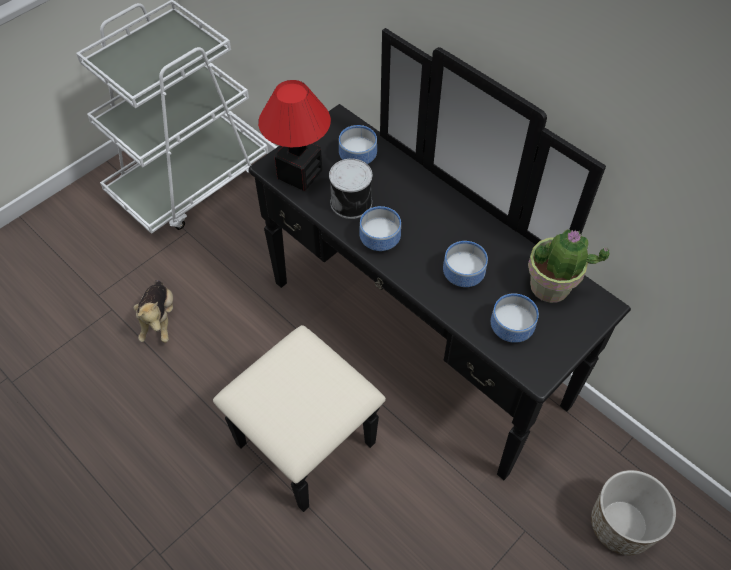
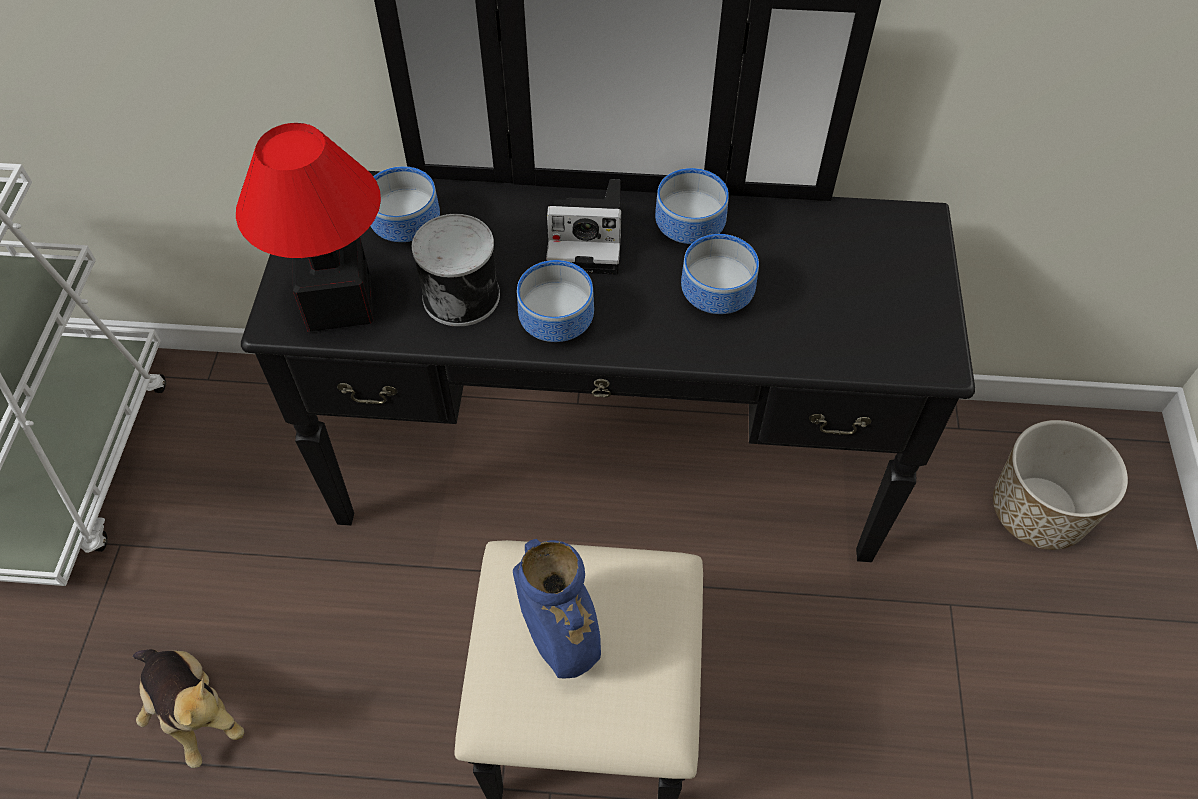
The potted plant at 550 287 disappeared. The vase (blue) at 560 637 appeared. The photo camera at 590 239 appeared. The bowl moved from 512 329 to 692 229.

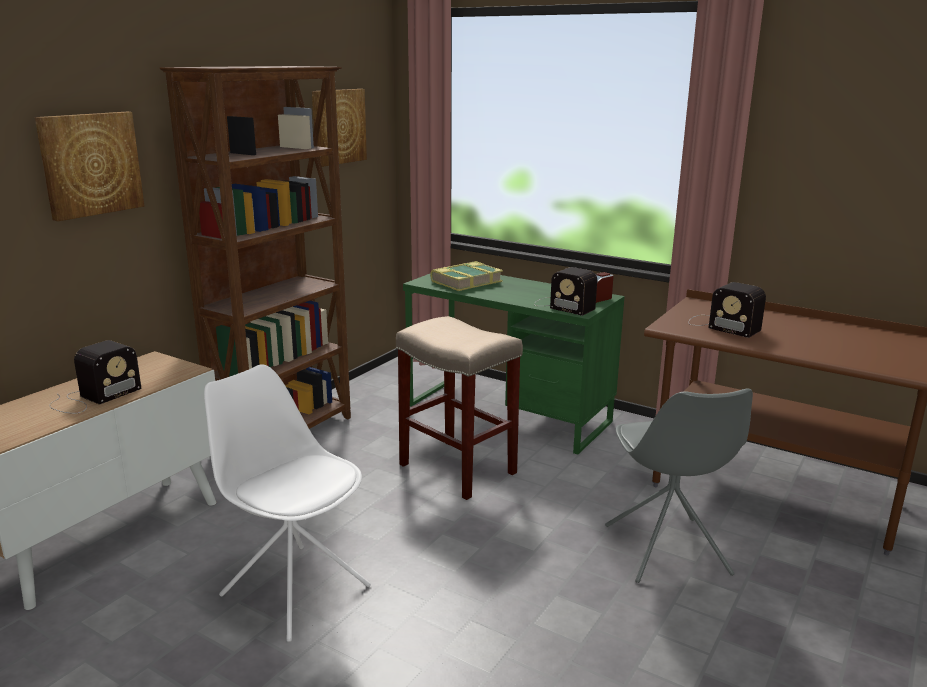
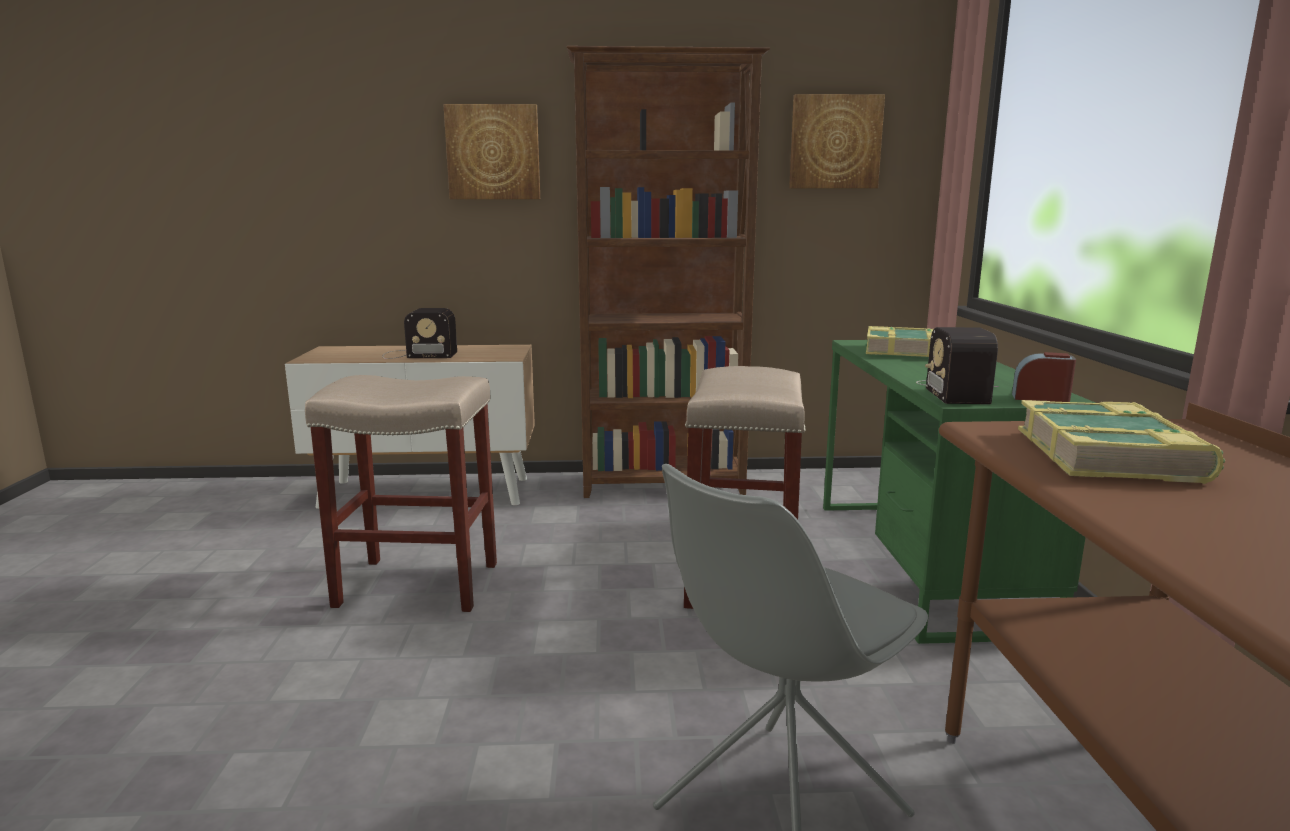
The chair (white) at 294 589 was replaced by the stool (beige) at 420 584. The radio at 721 325 was replaced by the book at 1109 455.

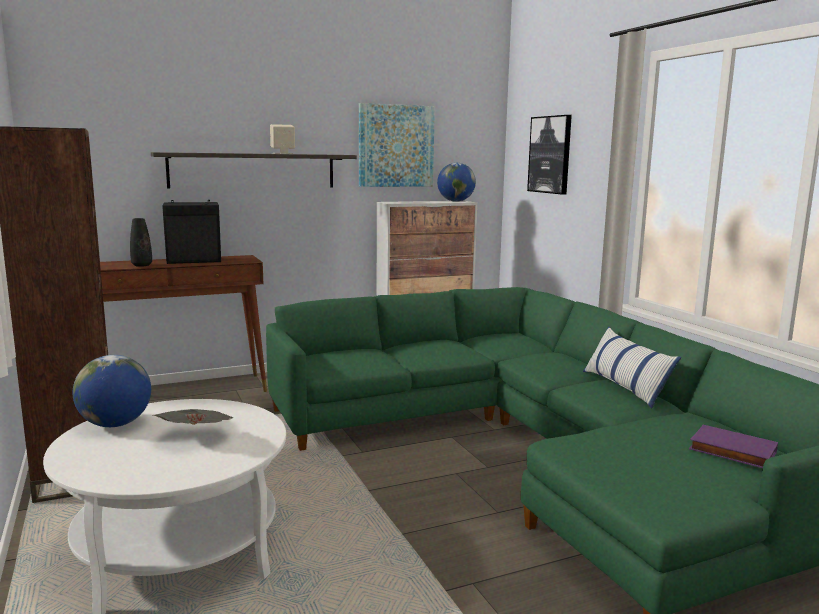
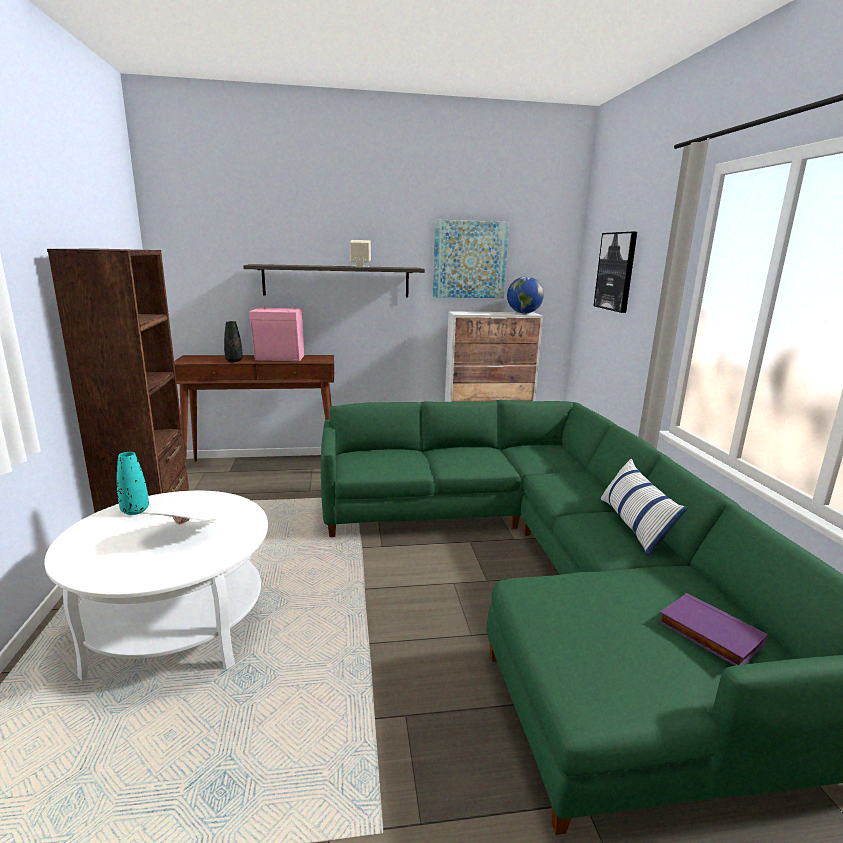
The globe at 115 424 was replaced by the vase (turquoise) at 135 511. The speaker (black) at 195 261 became the speaker (pink) at 280 358.

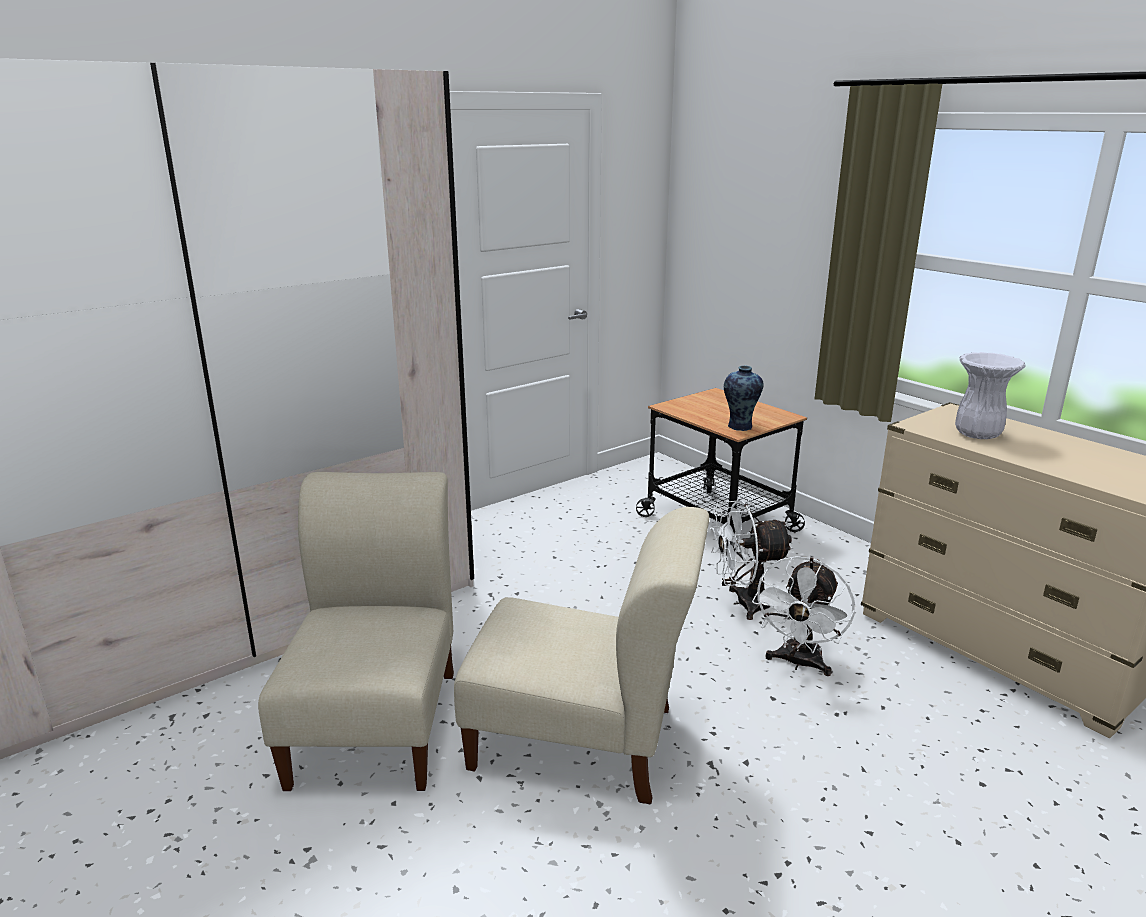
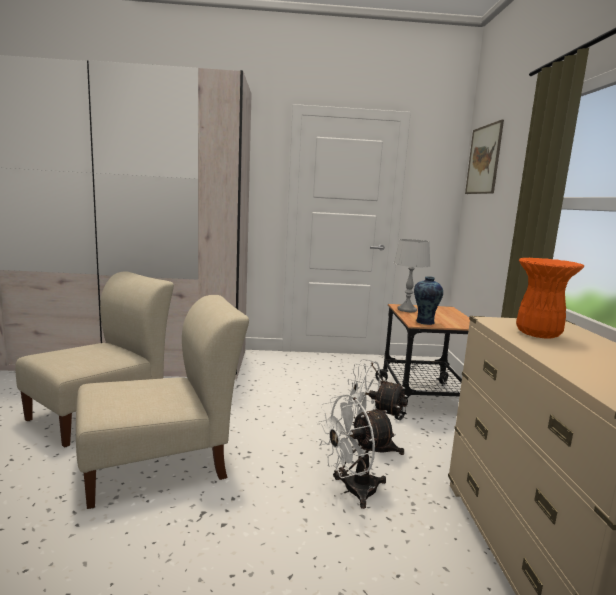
The table lamp (grey) at 407 310 appeared. The picture at 483 160 appeared. The vase (white) at 977 435 became the vase (orange) at 537 335. The chair (beige) at 582 741 turned 75 degrees counterclockwise.

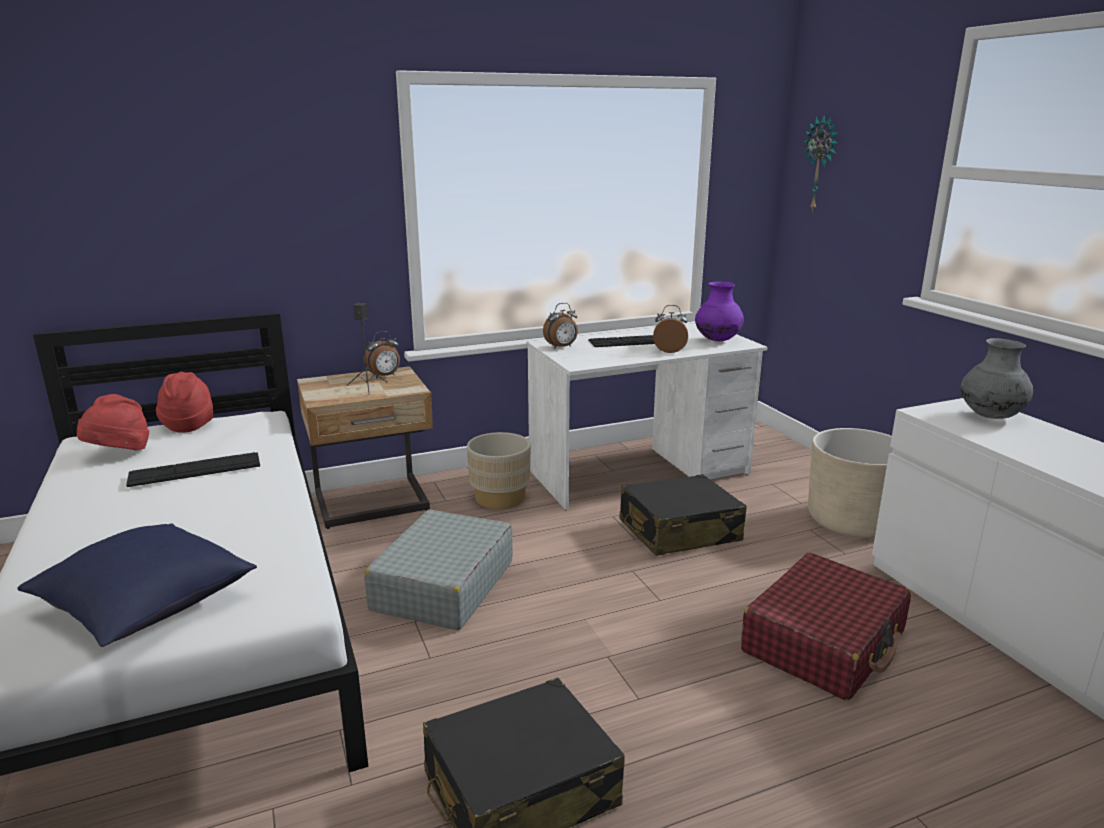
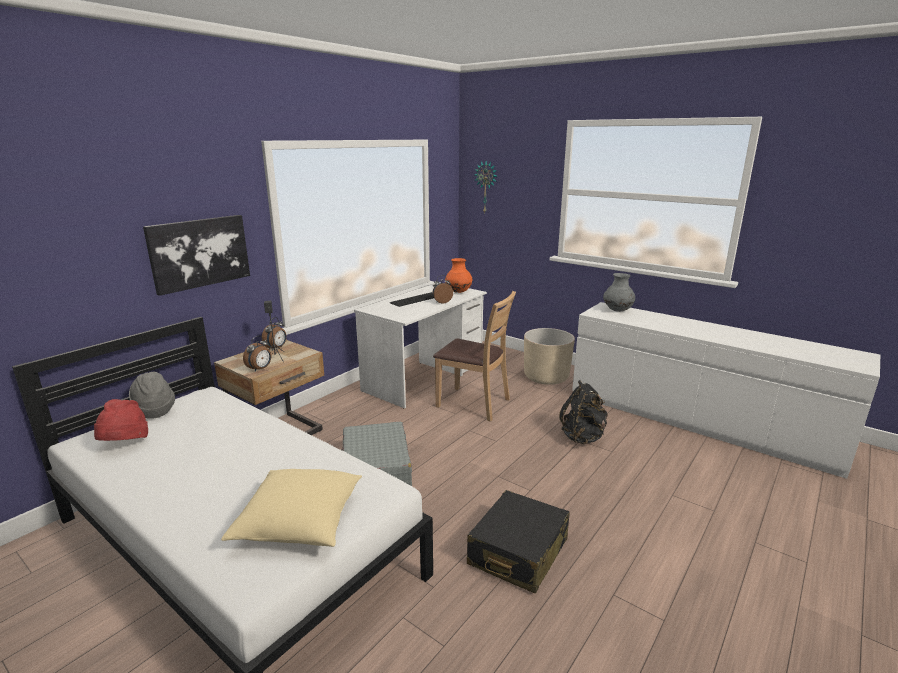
The keyboard at 195 469 disappeared. The planter (beige) at 500 498 disappeared. The picture at 199 252 appeared. The alarm clock moved from 561 347 to 260 369. The suitcase (black) at 679 531 was replaced by the chair (brown) at 474 403. The suitcase (red) at 824 642 was replaced by the backpack (black) at 583 437. The pillow (blue) at 147 607 became the pillow (beige) at 300 524. The hat (red) at 189 425 became the hat (grey) at 154 411. The vase (purple) at 717 340 became the vase (orange) at 458 292.

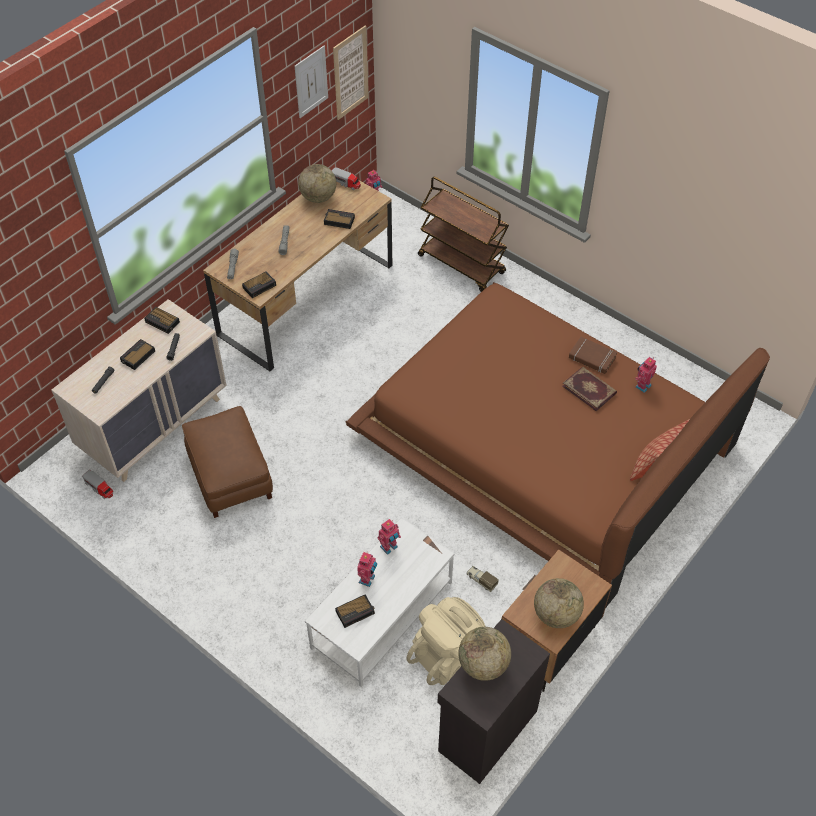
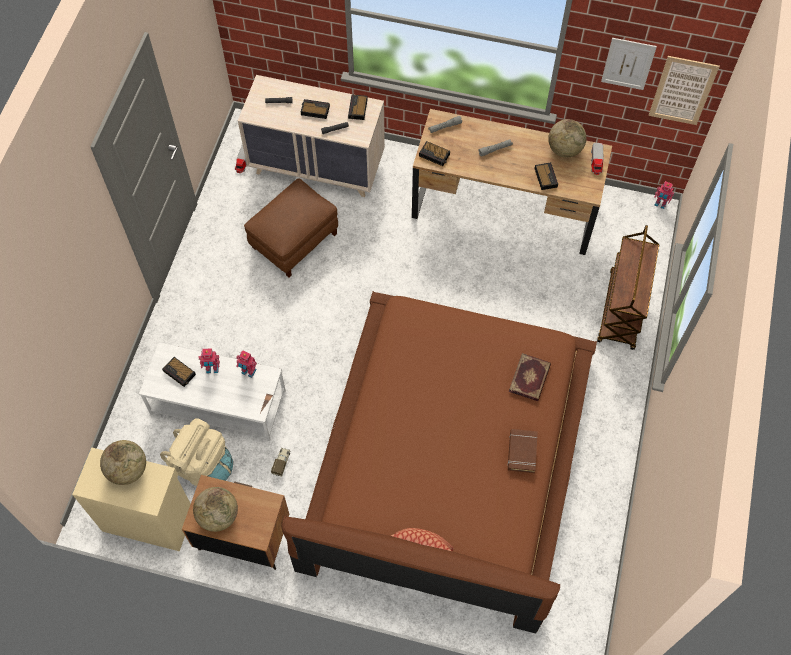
The toy robot at 642 385 disappeared. The book moved from 589 389 to 530 378. The cabinet (black) at 486 730 became the cabinet (beige) at 148 519.

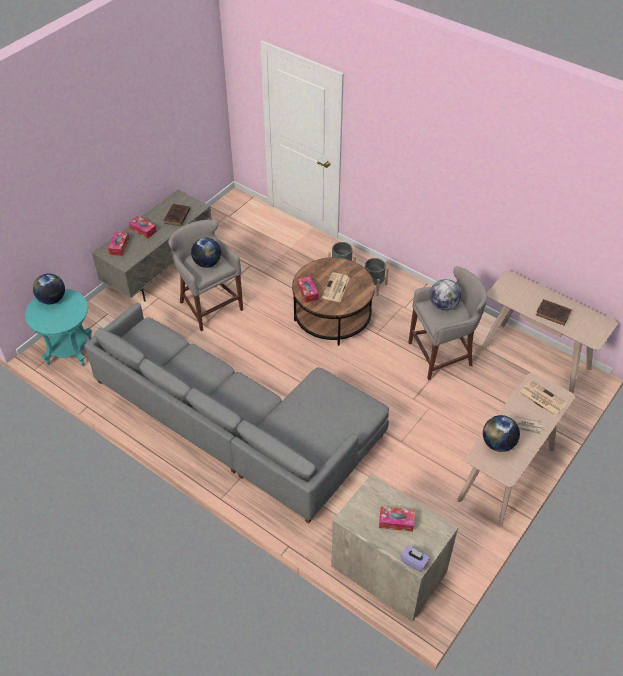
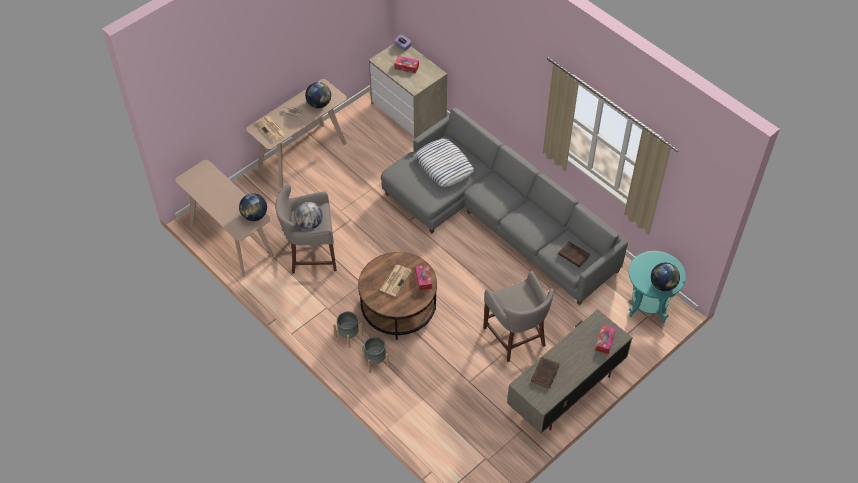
The tissue box at 143 230 disappeared. The pillow at 444 166 appeared. The globe moved from 207 263 to 254 216. The book (brown) moved from 554 314 to 573 255.

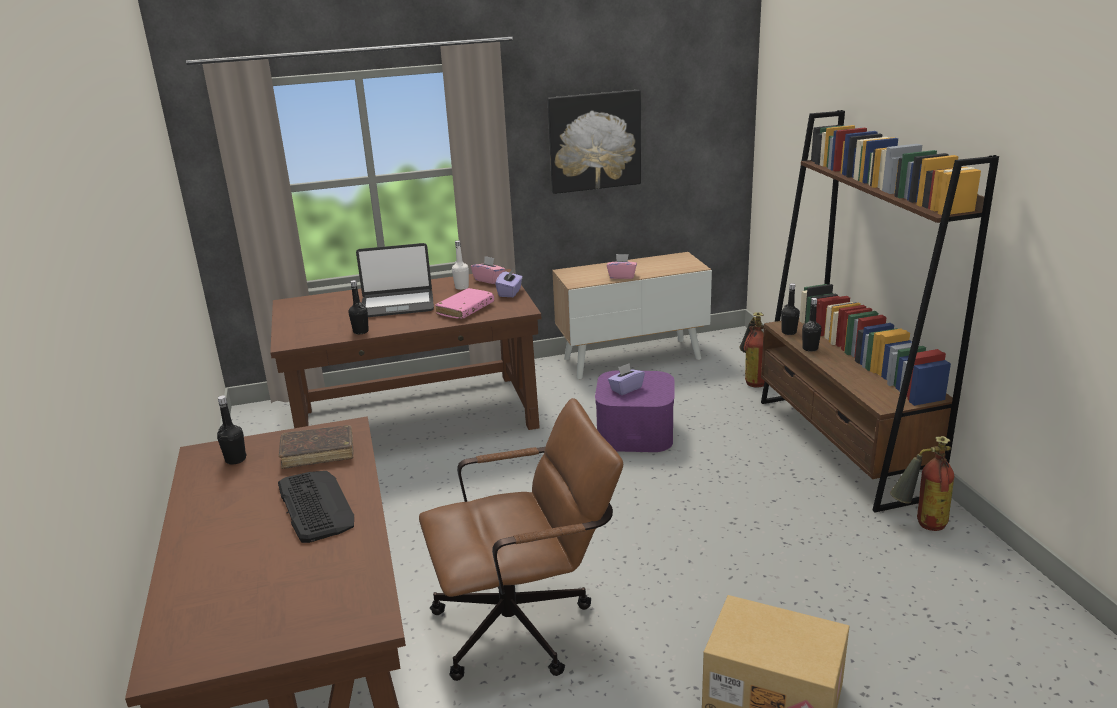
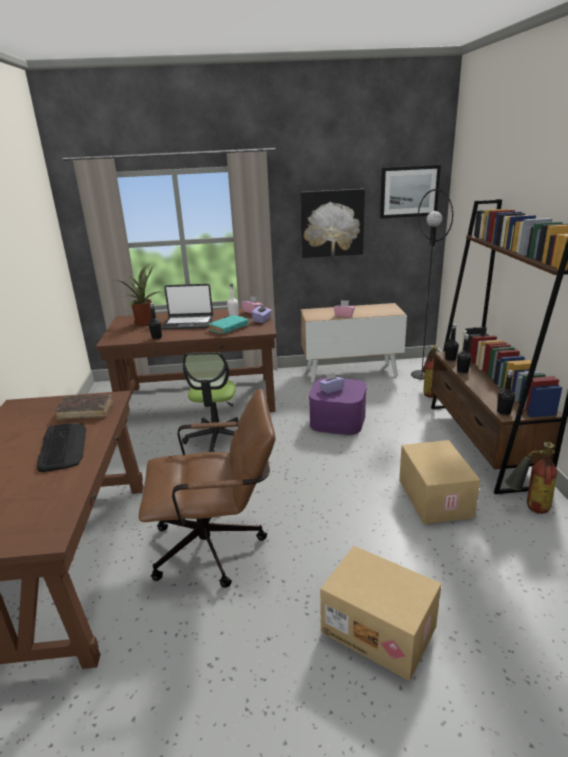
The potted plant at 143 322 appeared. The office chair at 216 438 appeared. The picture at 409 191 appeared. The cardboard box at 433 497 appeared. The floor lamp (black) at 421 375 appeared. The bottle (black) moved from 235 459 to 503 412. The book (pink) at 465 309 became the book (turquoise) at 229 328.

